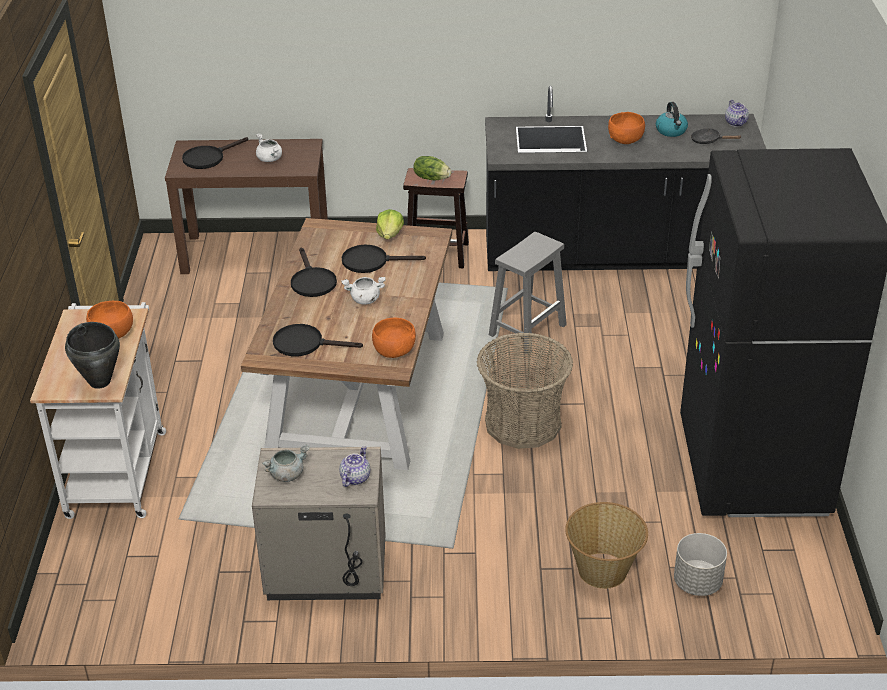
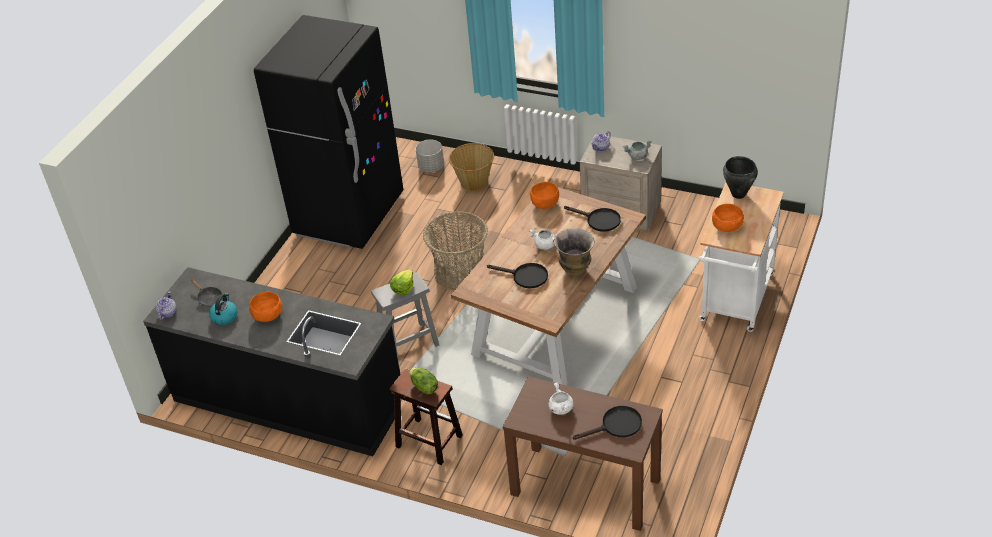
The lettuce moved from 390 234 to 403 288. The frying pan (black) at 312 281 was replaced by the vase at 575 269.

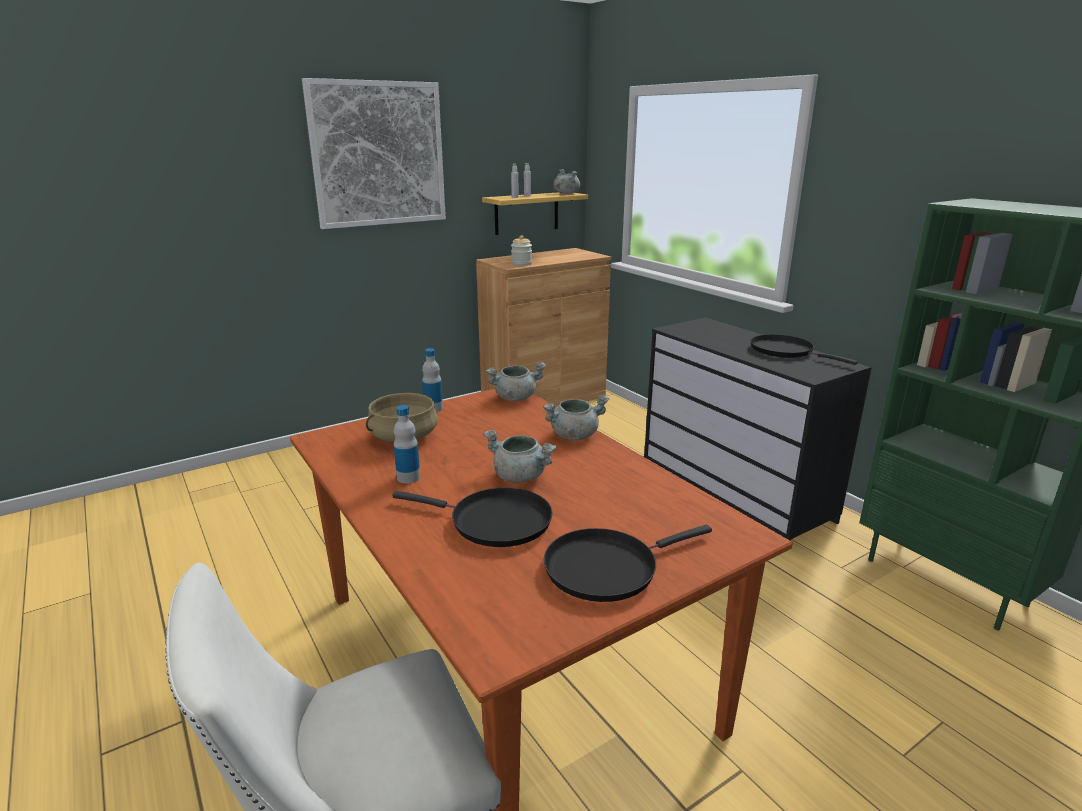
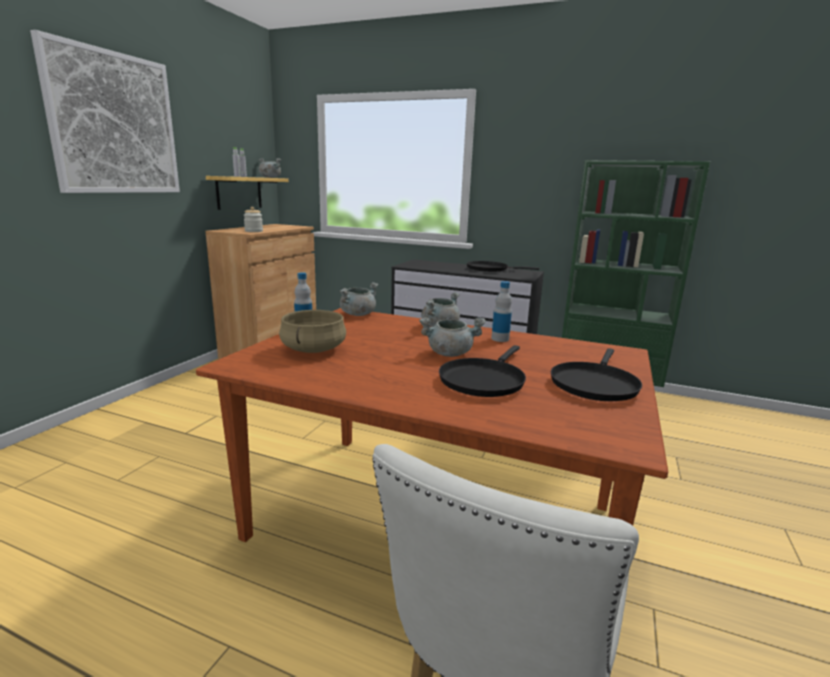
The bottle moved from 408 477 to 500 339. The frying pan (black) at 494 522 turned 135 degrees clockwise.

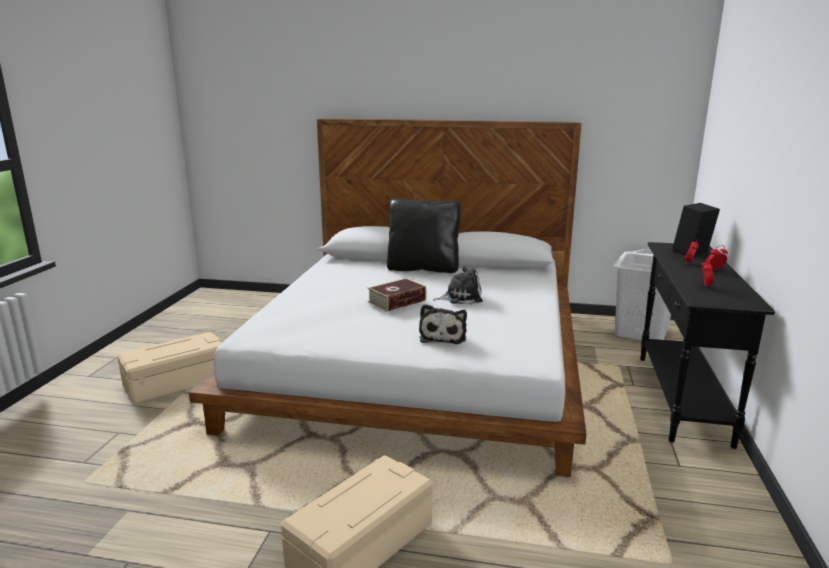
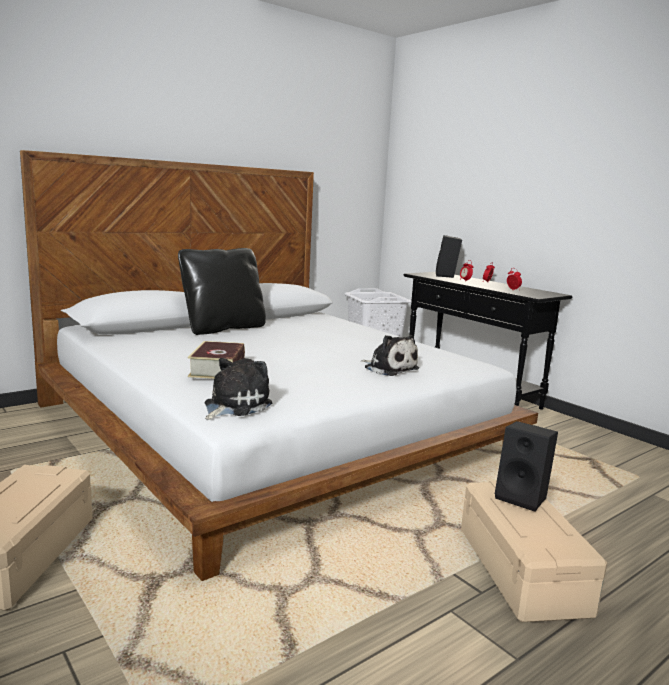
The speaker (black) at 523 497 appeared. The book moved from 397 301 to 217 369. The plush toy moved from 460 297 to 234 405.

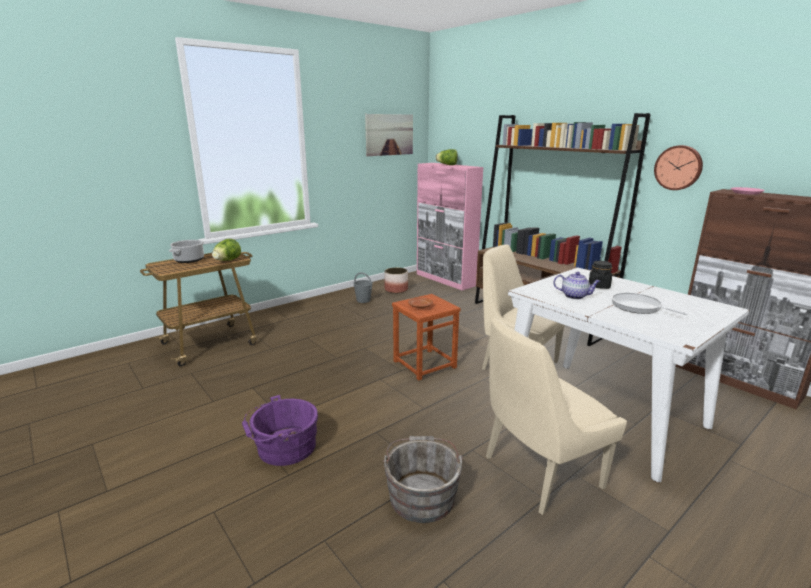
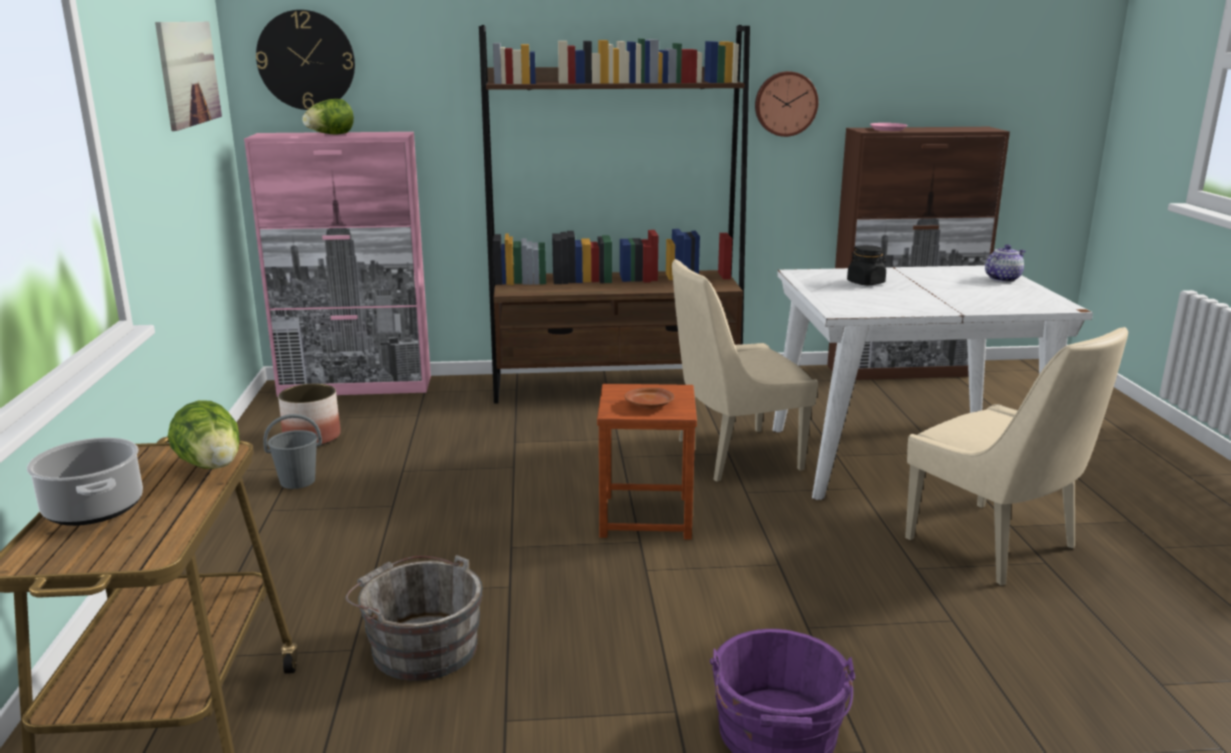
The frying pan at 638 307 disappeared. The wall clock at 306 60 appeared. The bucket (grey) moved from 422 494 to 420 646. The teapot moved from 575 296 to 1002 279. The chair (beige) at 538 473 turned 45 degrees counterclockwise.

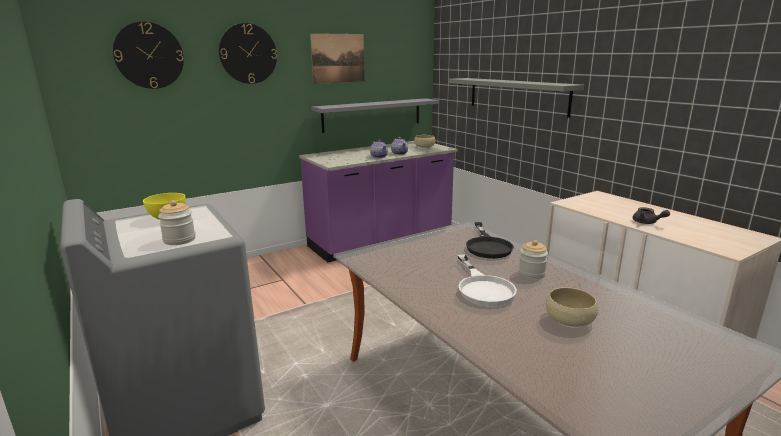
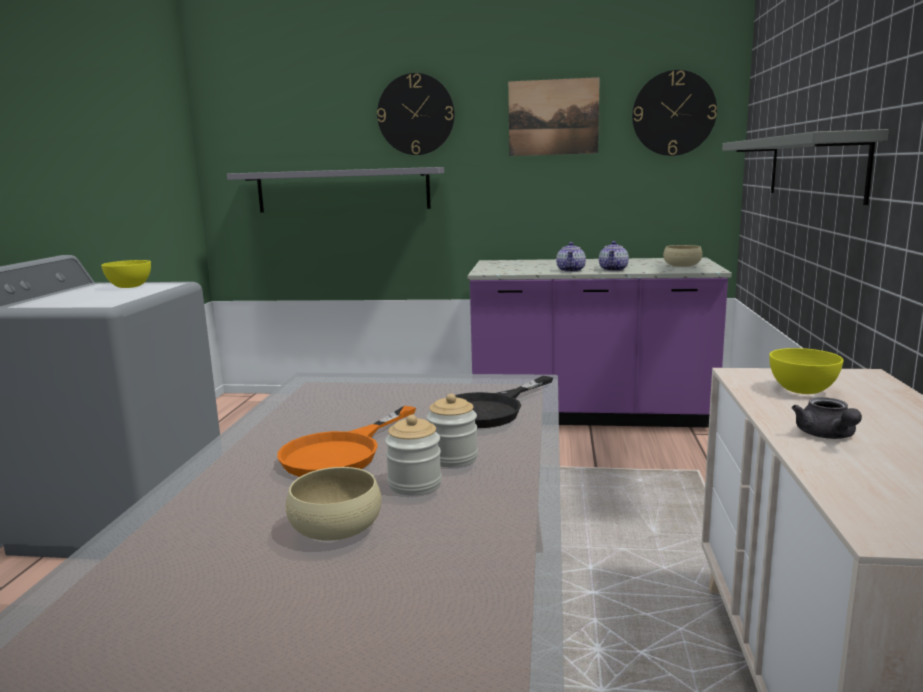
The bowl (yellow) at 801 390 appeared. The wall clock moved from 149 55 to 673 113. The jar moved from 179 240 to 414 484. The shelf (grey) moved from 372 115 to 343 190. The frying pan (white) at 483 287 became the frying pan (orange) at 342 452.

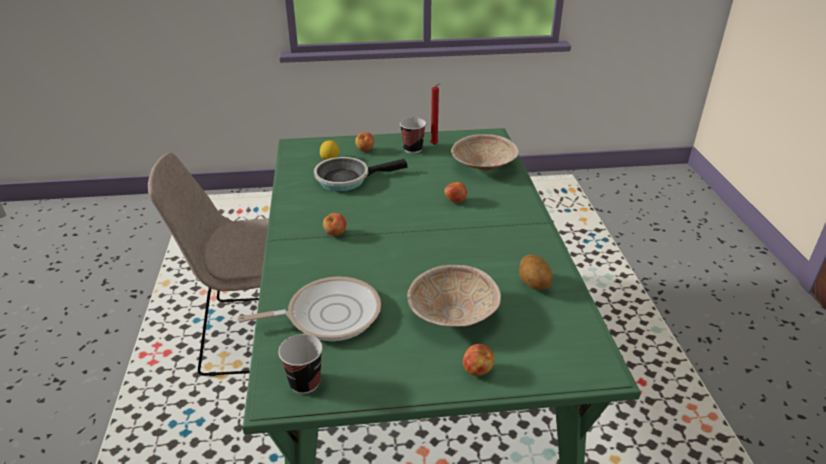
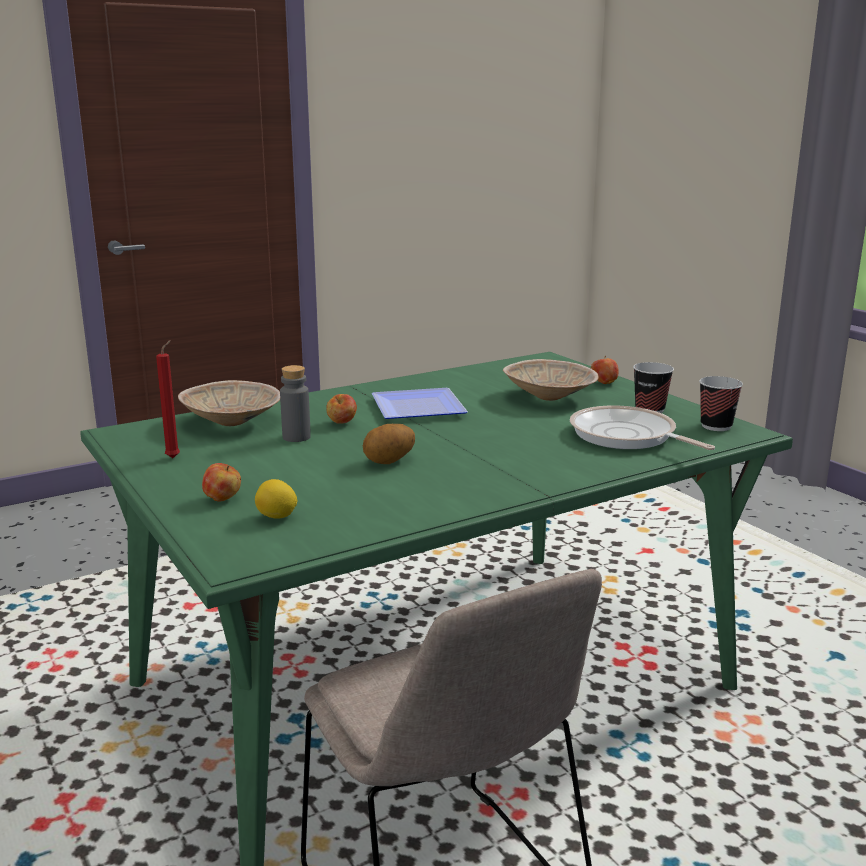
The frying pan at 347 179 disappeared. The apple at 335 234 disappeared. The bottle (grey) at 296 437 appeared. The plate at 415 409 appeared. The cup moved from 412 149 to 650 410. The potato moved from 533 284 to 390 461.

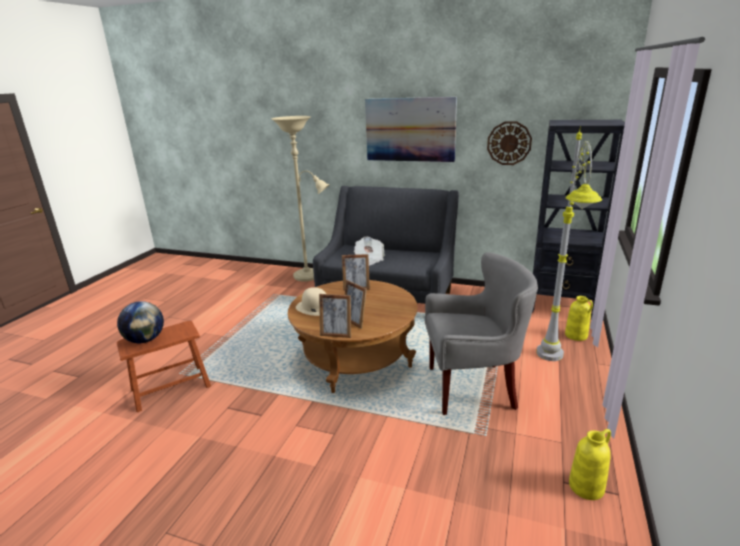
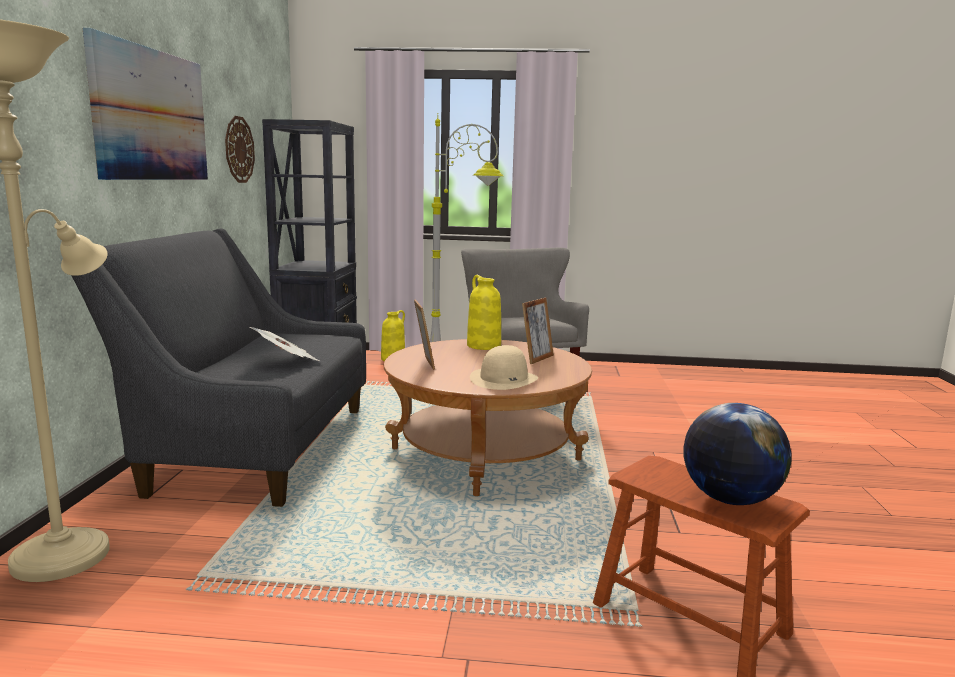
The picture frame at 336 334 disappeared. The vase (yellow) moved from 586 486 to 483 345.

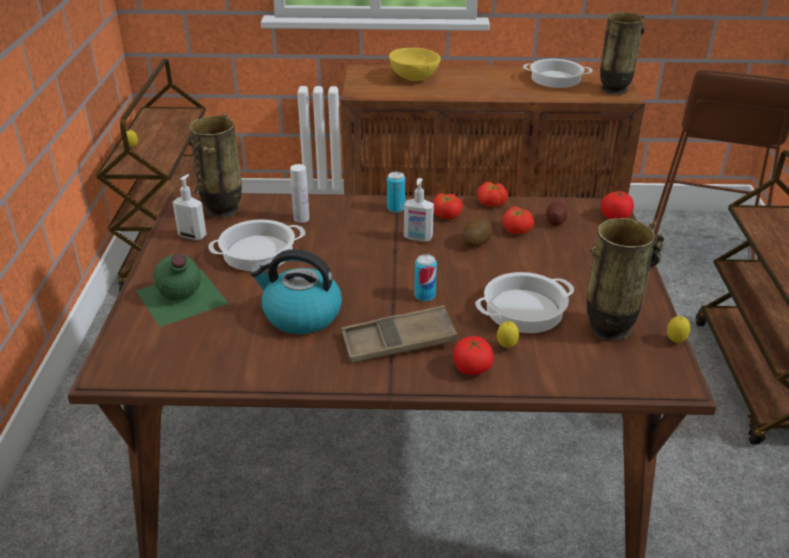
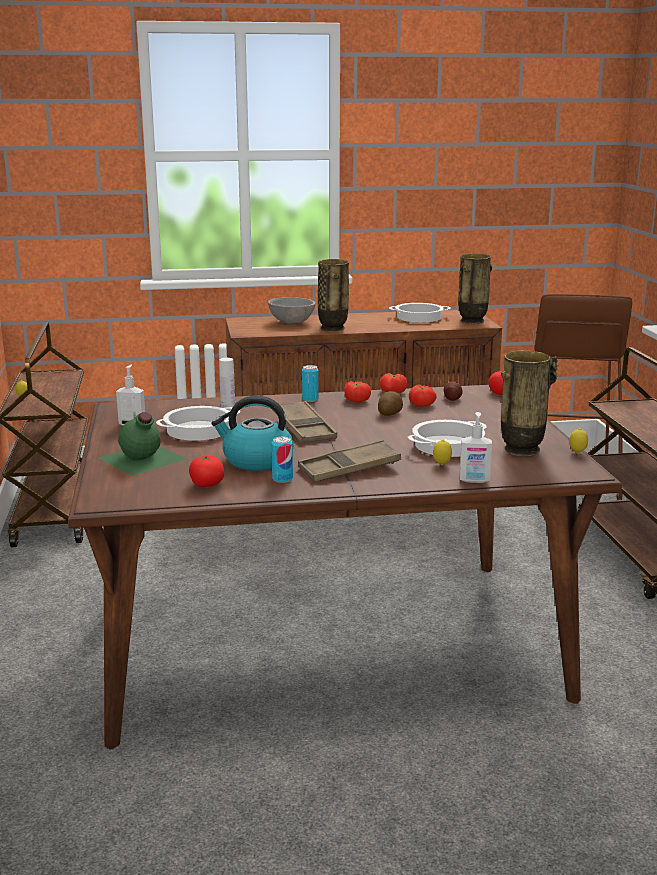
The tray (brown) at 303 428 appeared. The vase moved from 223 210 to 333 329. The soap dispenser moved from 418 238 to 474 480. The can moved from 424 296 to 282 479. The tomato moved from 471 368 to 207 485. The bowl (yellow) at 414 78 became the bowl (grey) at 292 322.

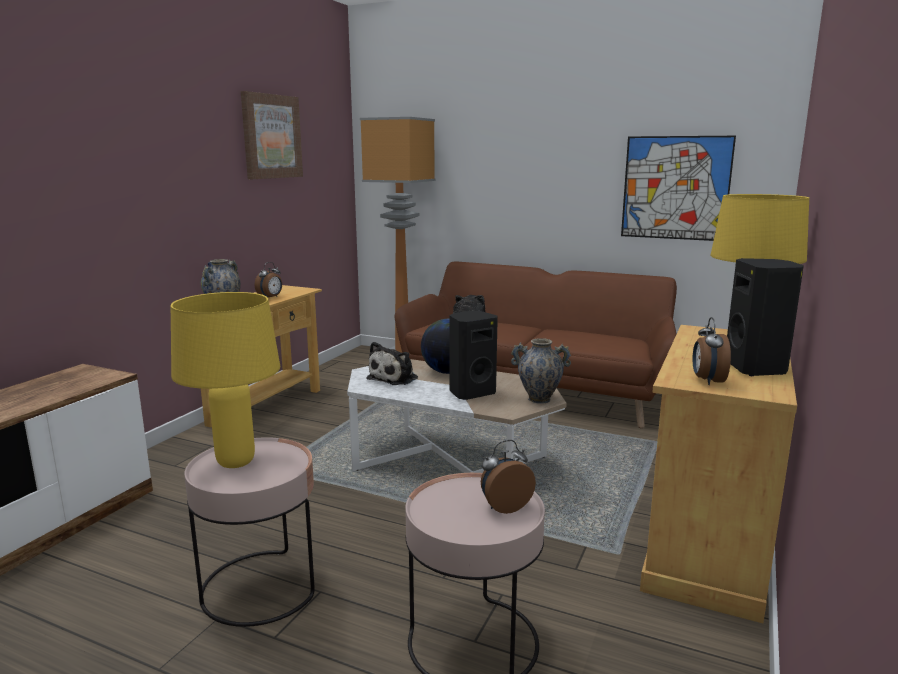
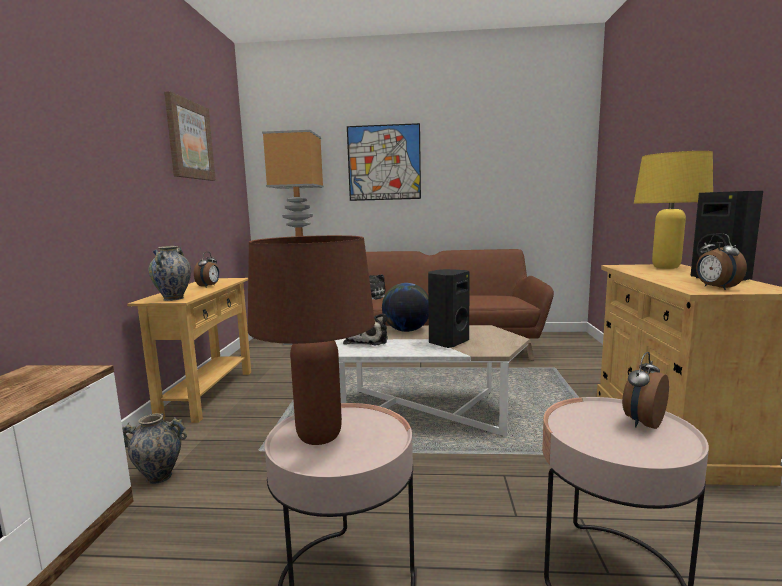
The vase moved from 539 399 to 159 477. The picture moved from 675 188 to 384 162. The table lamp (yellow) at 236 461 became the table lamp (brown) at 319 436.

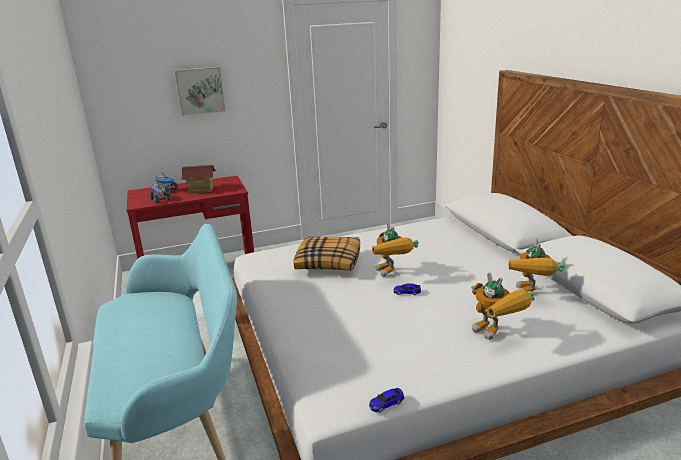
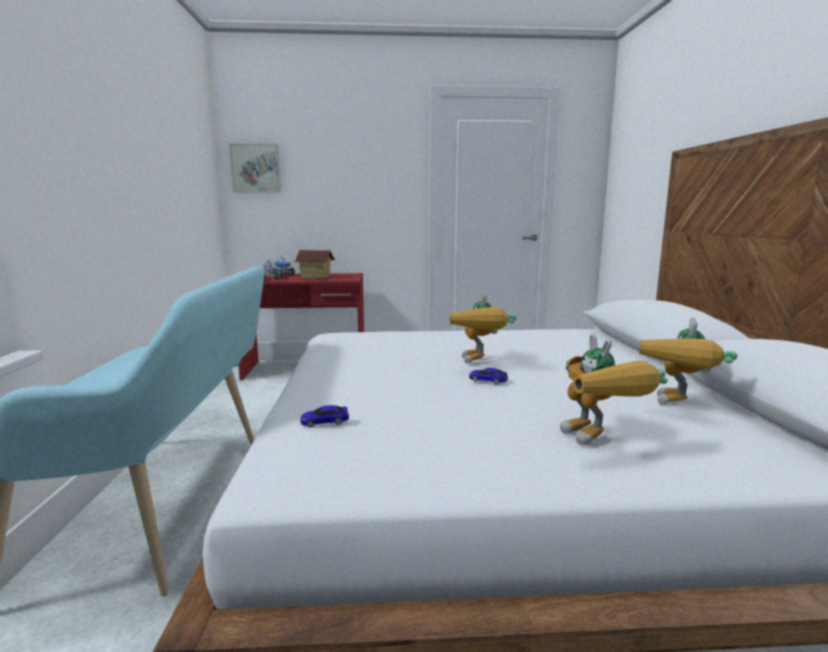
The pillow at 329 262 disappeared. The picture moved from 200 90 to 256 168. The toy car moved from 386 404 to 325 422.

